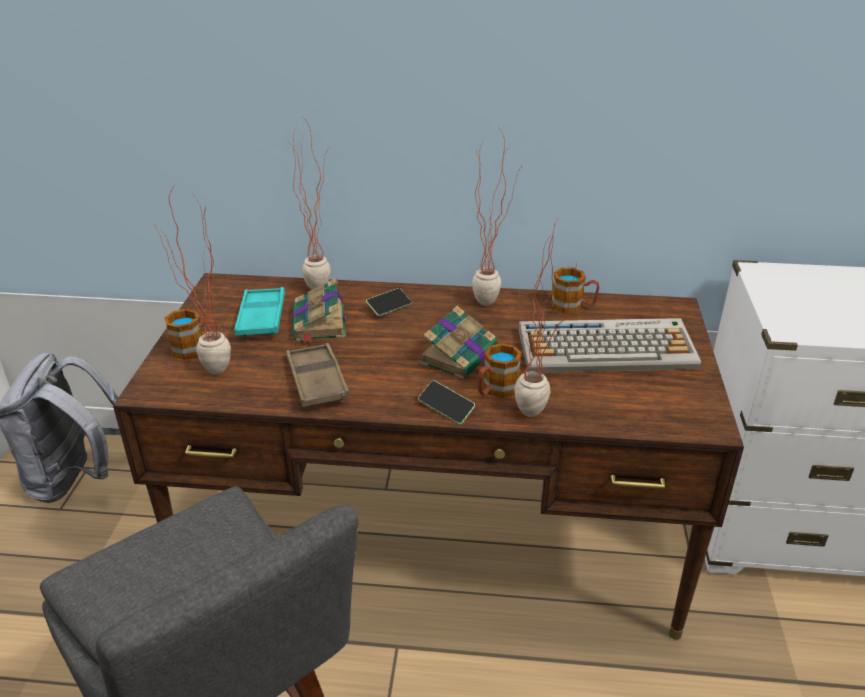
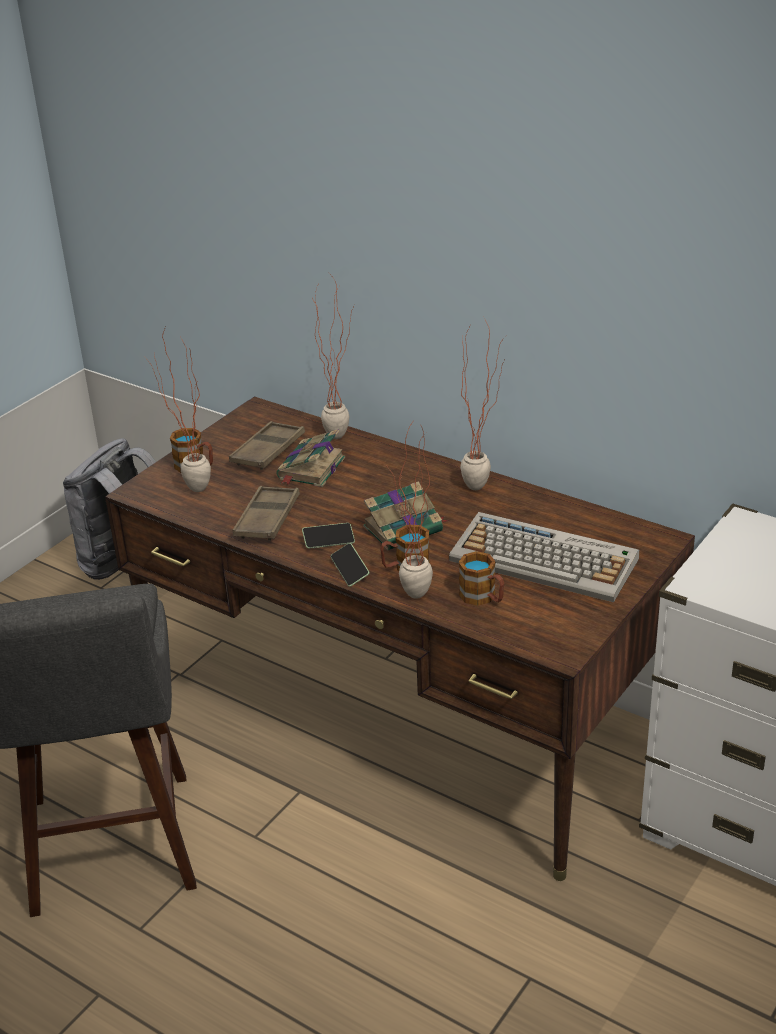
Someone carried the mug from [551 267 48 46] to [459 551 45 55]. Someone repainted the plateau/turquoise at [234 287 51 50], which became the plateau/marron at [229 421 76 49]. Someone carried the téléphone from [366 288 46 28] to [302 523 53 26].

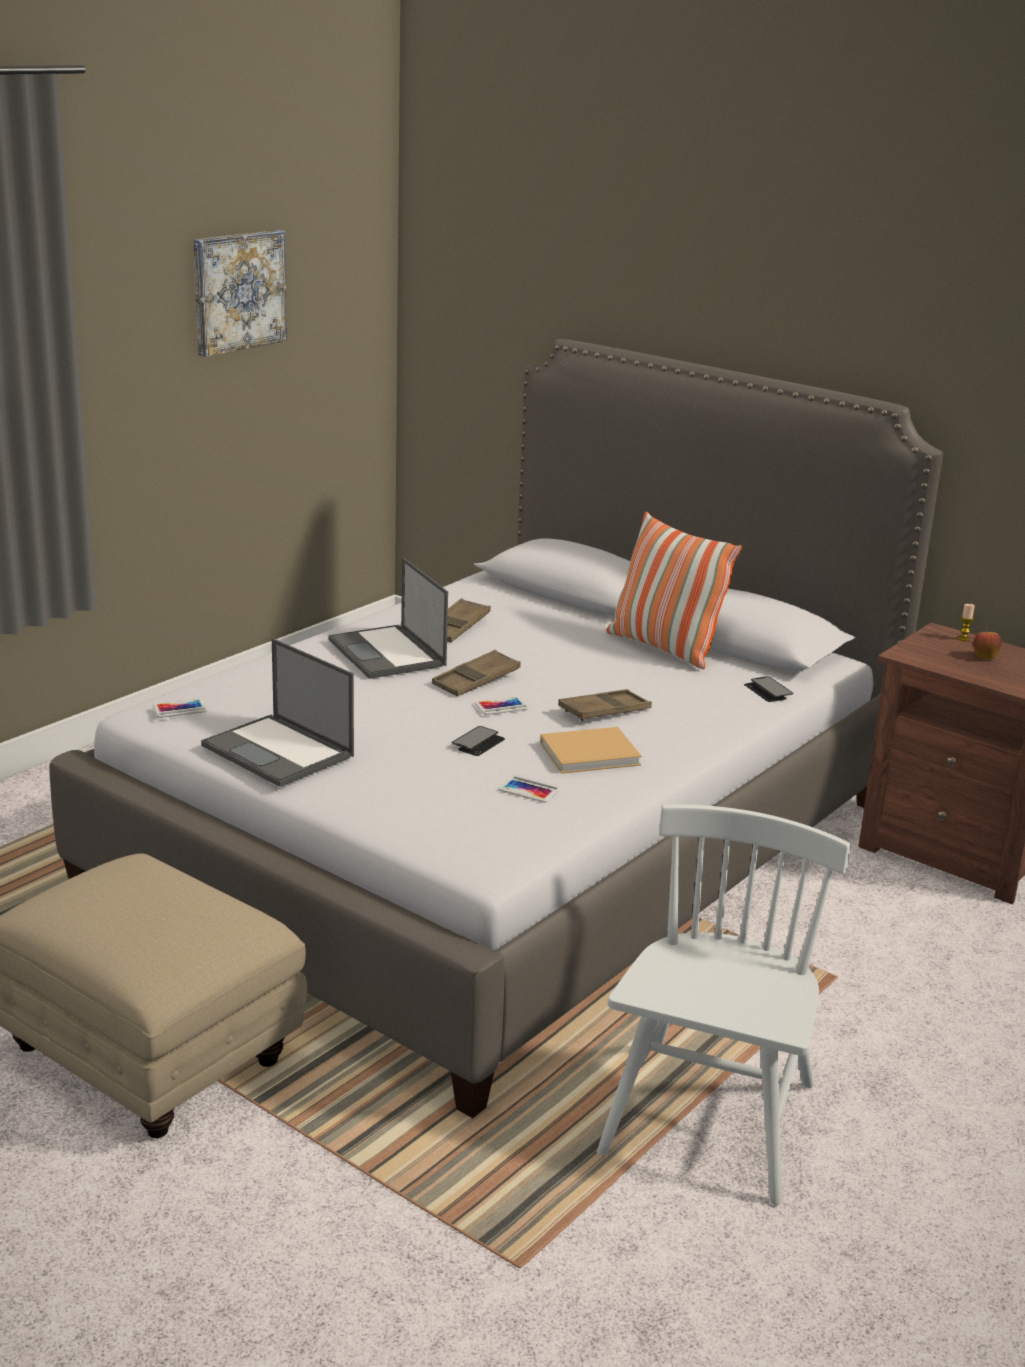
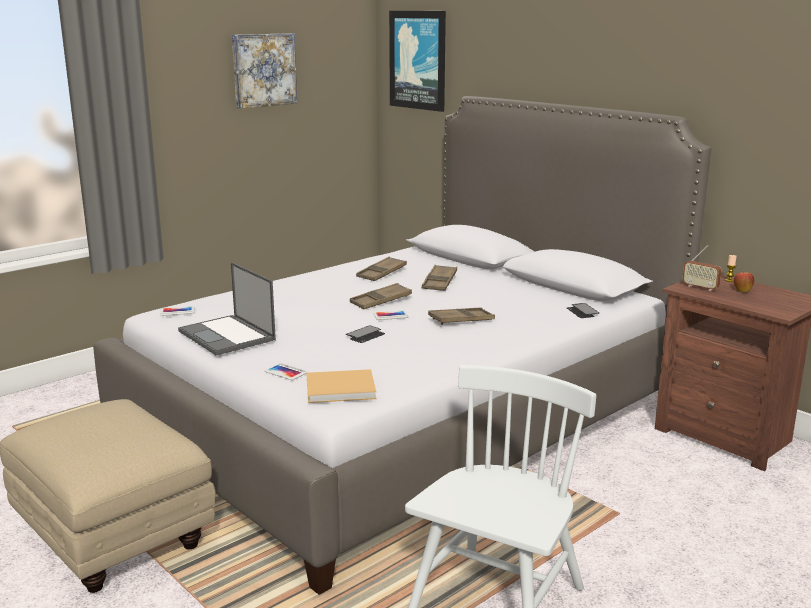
Someone took away the coussin at [607 512 135 157]. Someone took away the ordinateur portable at [329 557 119 122]. Someone carried the livre/beige from [540 727 102 47] to [307 369 69 34]. Someone carried the téléphone from [499 776 61 27] to [264 363 44 17]. Someone put up the tableau at [389 11 57 101]. Someone put down the radio at [682 245 40 46]. Someone put down the plateau/marron at [422 265 35 26].

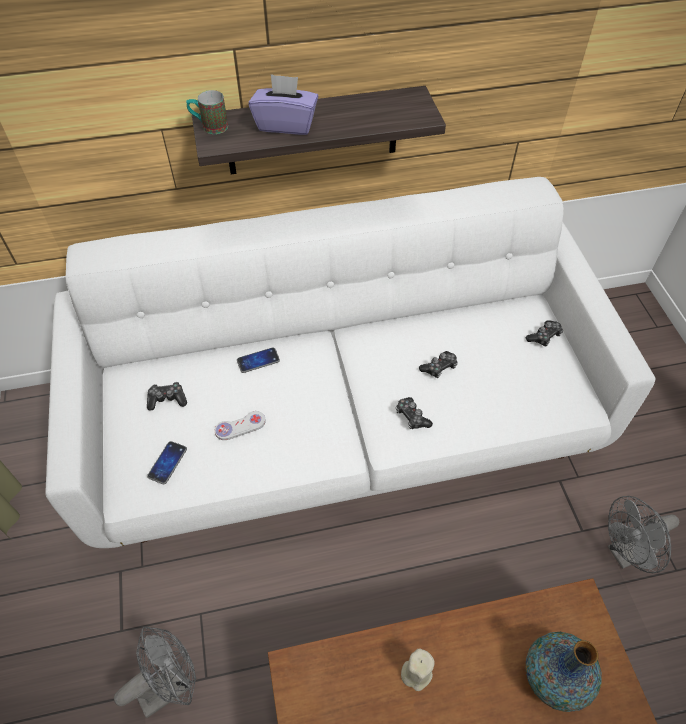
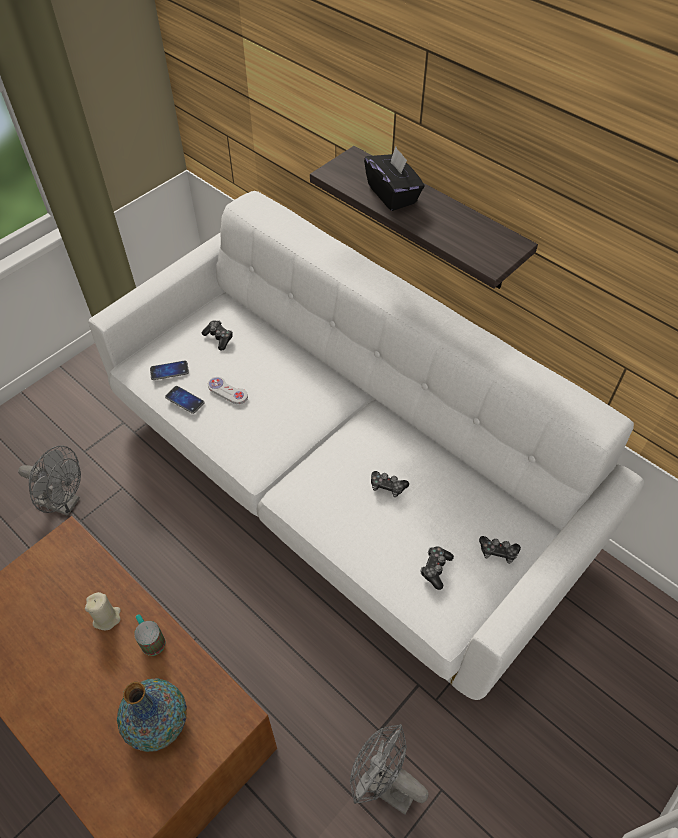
Someone repainted the boîte à mouchoirs/violet at [249 74 70 61], which became the boîte à mouchoirs/noir at [364 147 60 64]. Someone carried the mug from [186 90 42 44] to [134 614 31 42]. Someone carried the téléphone from [237 347 43 26] to [165 386 40 28]. Someone carried the manette from [396 397 37 32] to [421 546 33 44].

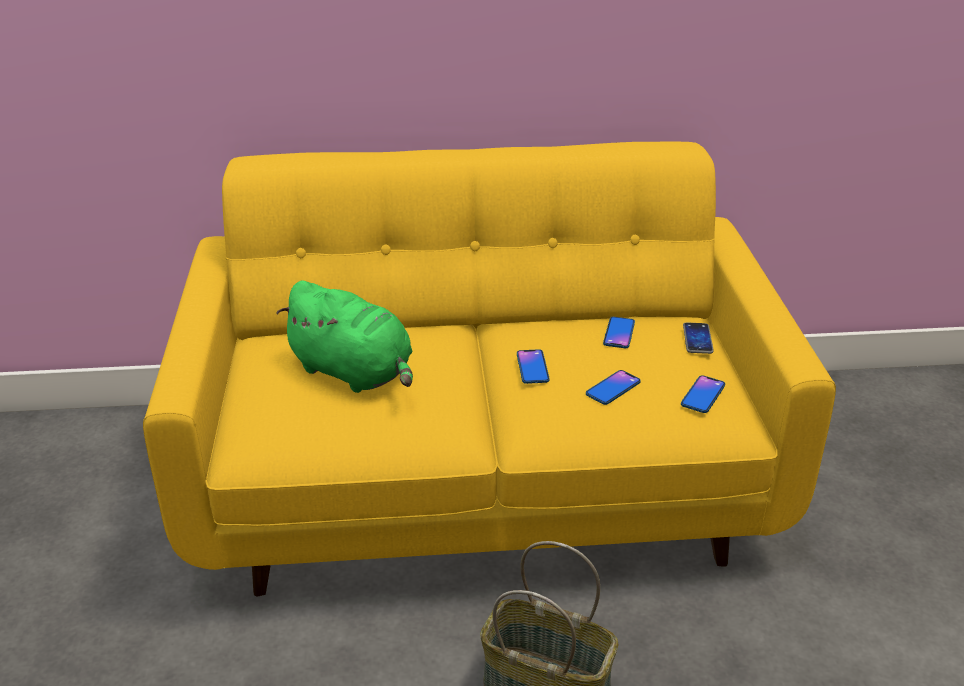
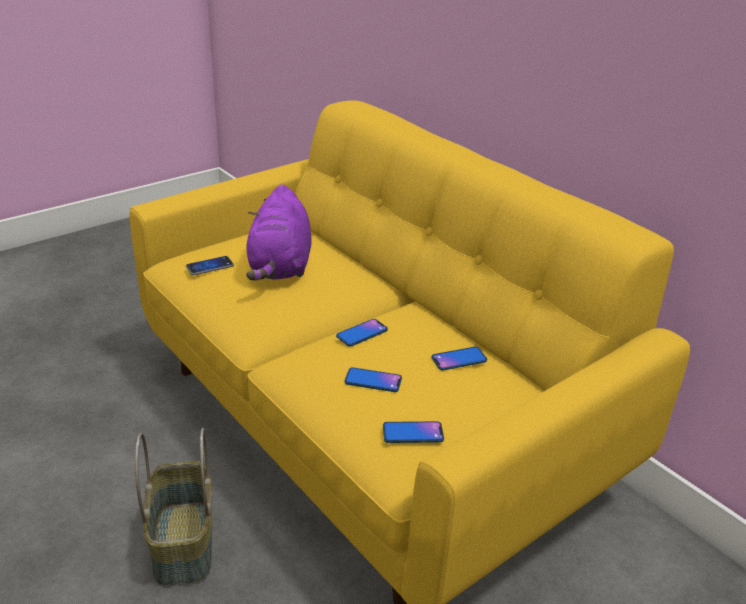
Someone repainted the peluche/vert at [276 281 137 112], which became the peluche/violet at [246 184 66 97]. Someone carried the téléphone from [683 322 31 32] to [186 256 48 19].

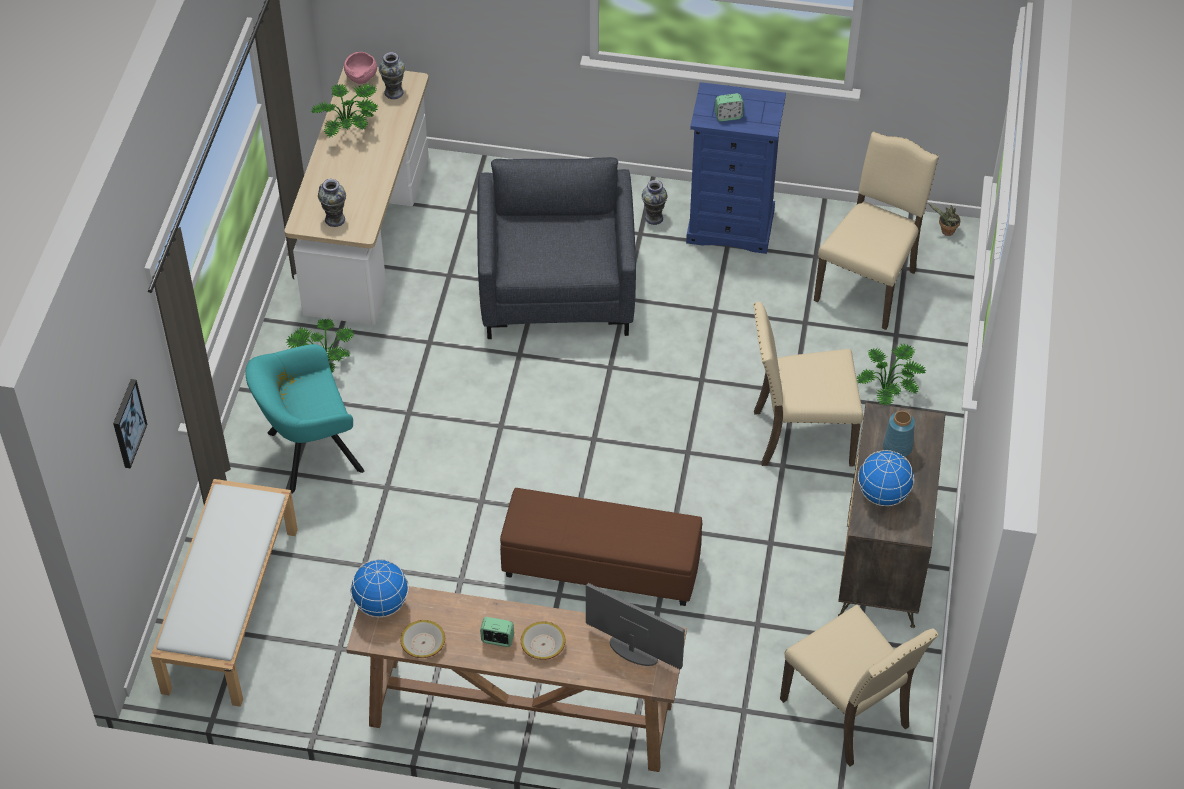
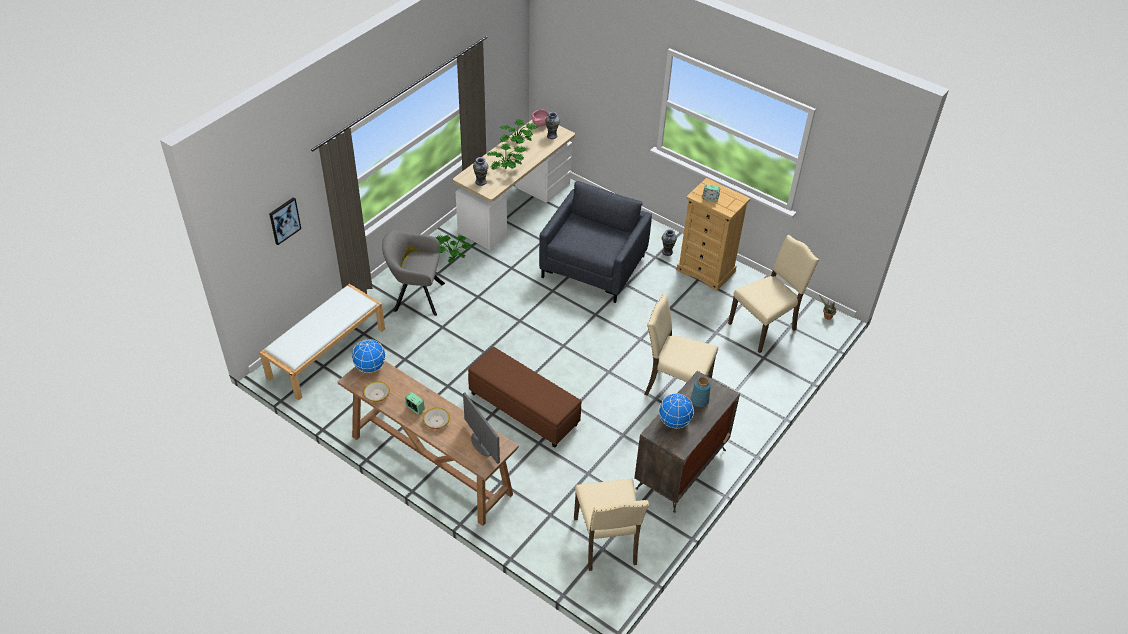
Someone repainted the commode/bleu at [686 82 100 172], which became the commode/beige at [677 178 73 113]. Someone repainted the fauteuil/turquoise at [245 344 119 150], which became the fauteuil/gris at [382 230 63 86]. Someone carried the plante en pot from [857 344 69 61] to [487 143 40 26].

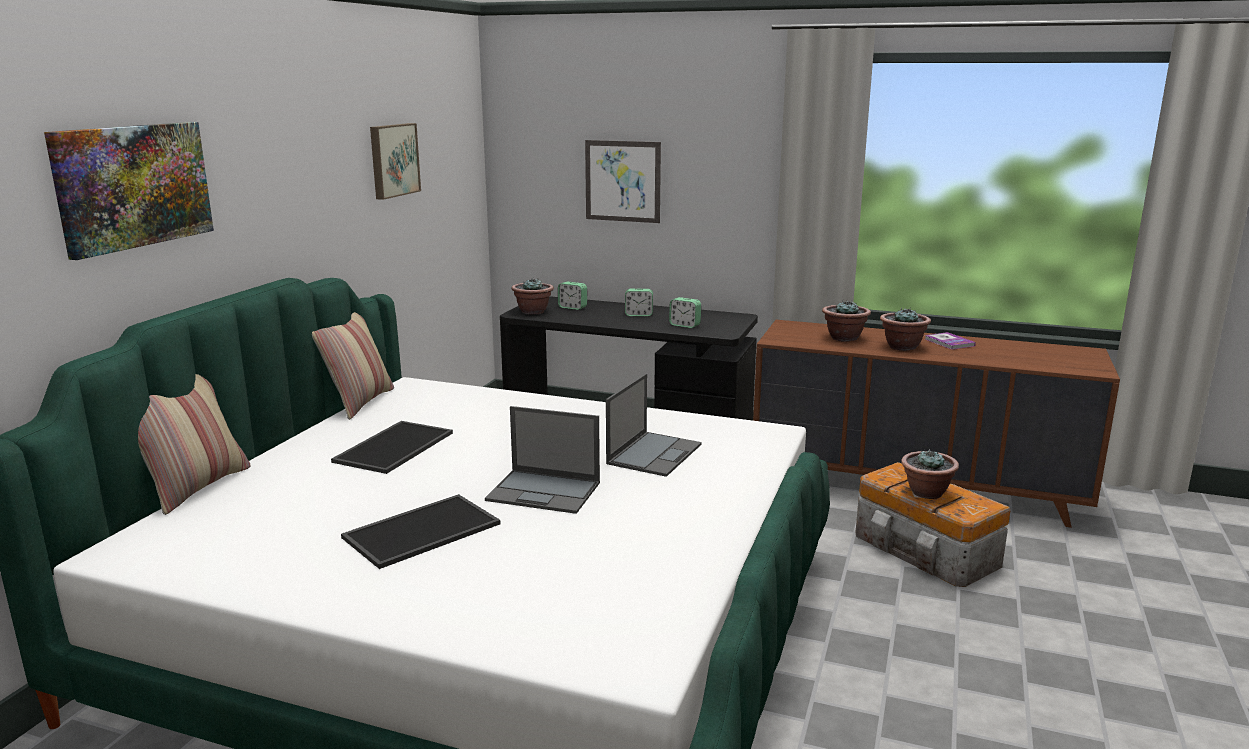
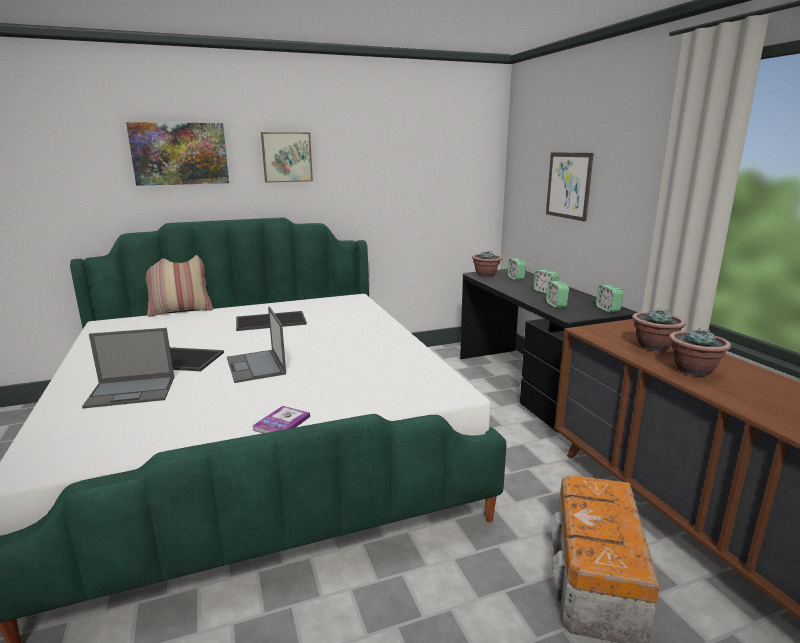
Someone carried the tableau from [370 123 51 77] to [261 132 52 51]. Someone took away the coussin at [312 312 82 108]. Someone carried the livre from [925 332 51 18] to [252 406 58 27]. Someone carried the ordinateur portable from [606 373 96 104] to [82 328 92 80]. Someone took away the plante en pot at [901 449 58 50]. Someone put down the réveil at [596 285 27 27].

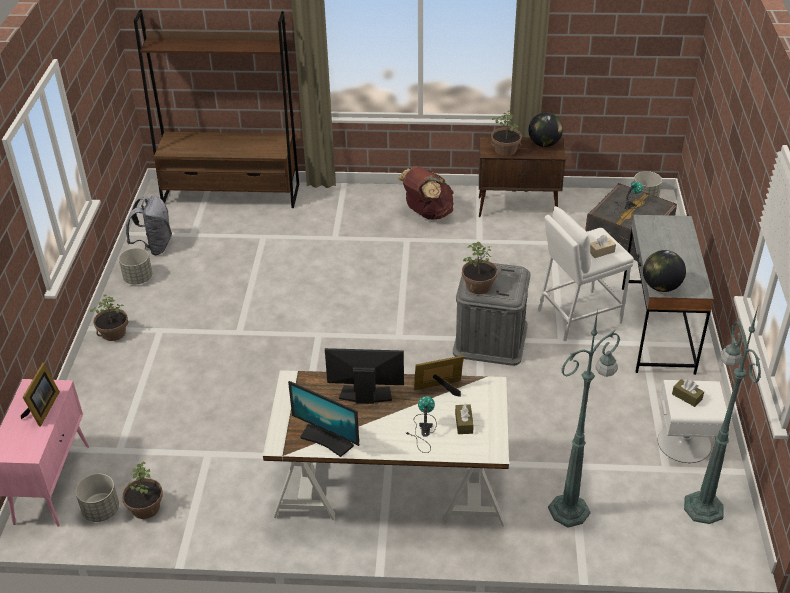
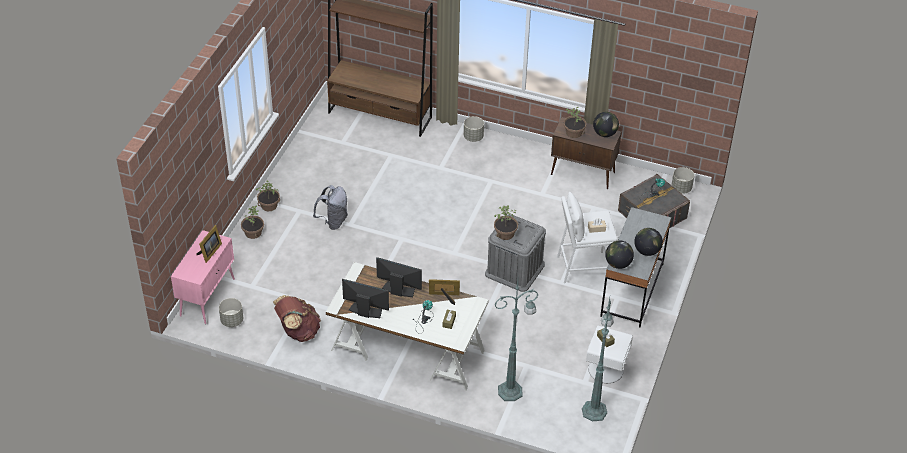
Someone carried the sac à dos/marron from [397 167 57 53] to [273 295 48 47]. Someone carried the sac à dos/gris from [126 195 46 60] to [313 185 35 45]. Someone carried the cache-pot/gris from [119 248 34 36] to [464 116 20 26]. Someone rotated the écran d'ordinateur at [288 381 71 76] by 150 degrees clockwise. Someone carried the plante en pot from [122 461 41 58] to [241 206 23 33]. Someone put down the globe at [634 228 29 28].

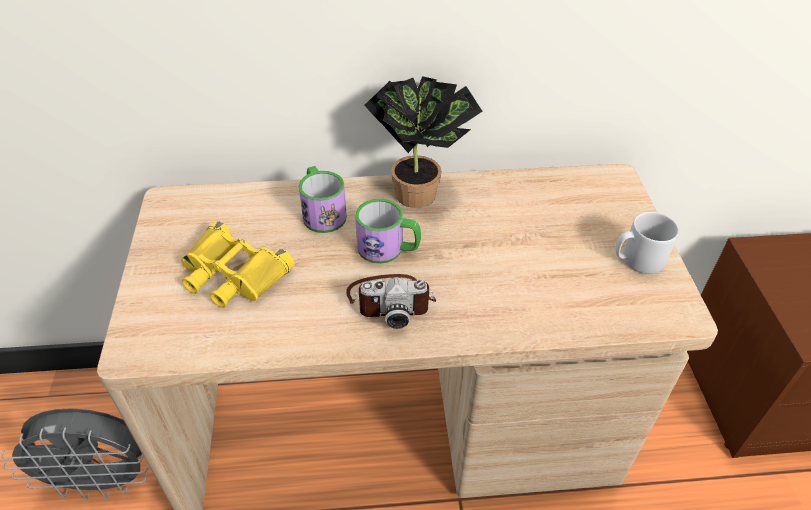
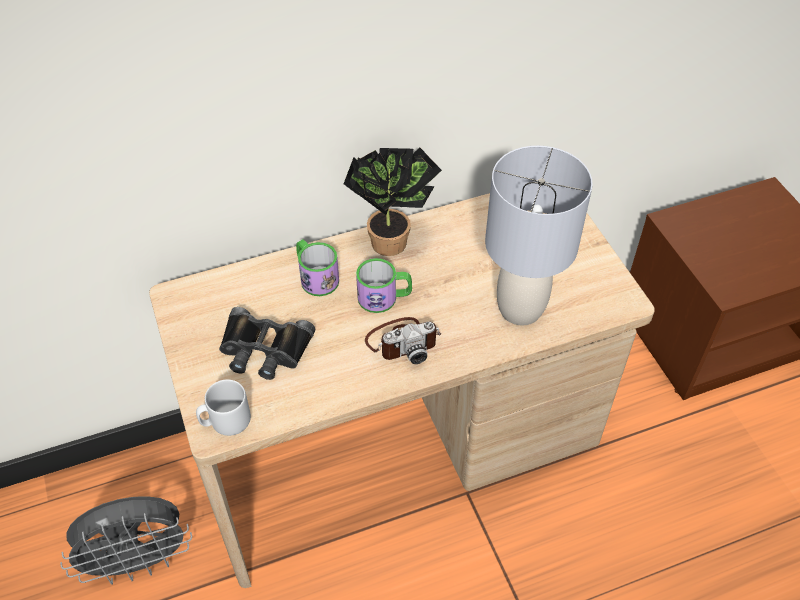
Someone carried the mug/gris from [615 212 64 62] to [196 379 55 57]. Someone repainted the jumelles/jaune at [181 221 113 87], which became the jumelles/noir at [219 307 96 73]. Someone put down the lampe de table/gris at [485 146 108 180].

